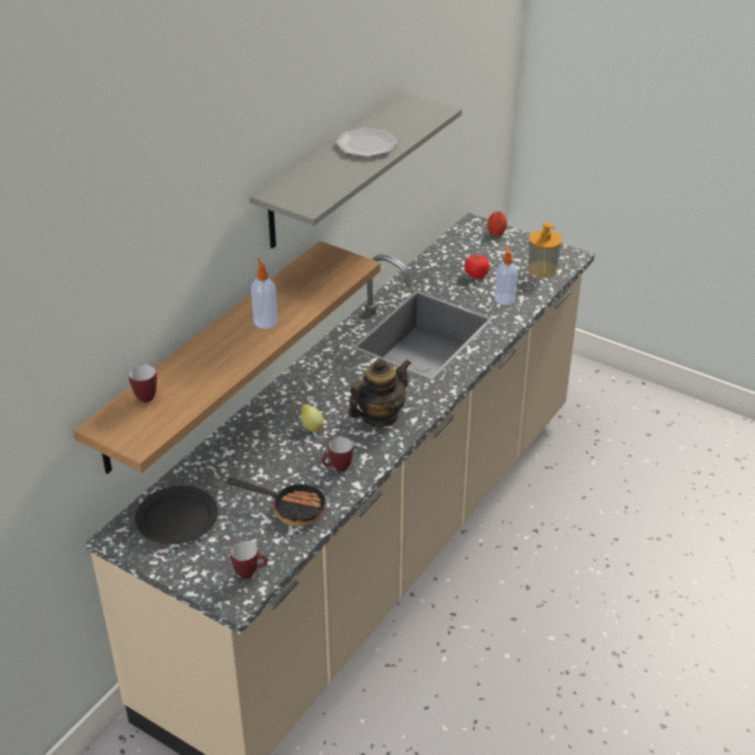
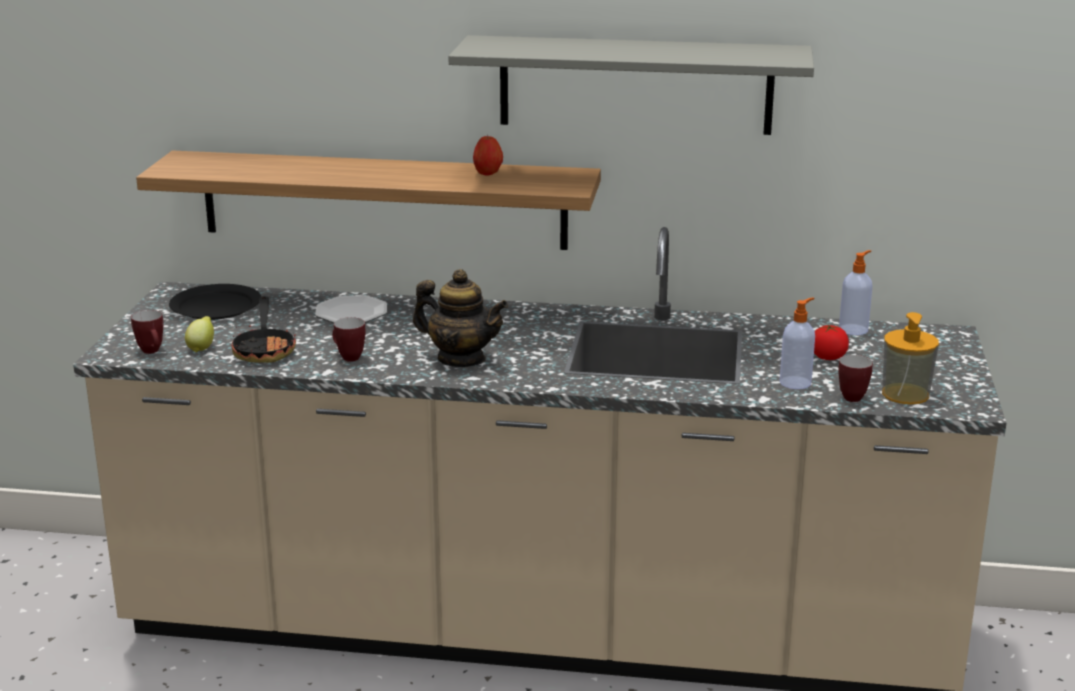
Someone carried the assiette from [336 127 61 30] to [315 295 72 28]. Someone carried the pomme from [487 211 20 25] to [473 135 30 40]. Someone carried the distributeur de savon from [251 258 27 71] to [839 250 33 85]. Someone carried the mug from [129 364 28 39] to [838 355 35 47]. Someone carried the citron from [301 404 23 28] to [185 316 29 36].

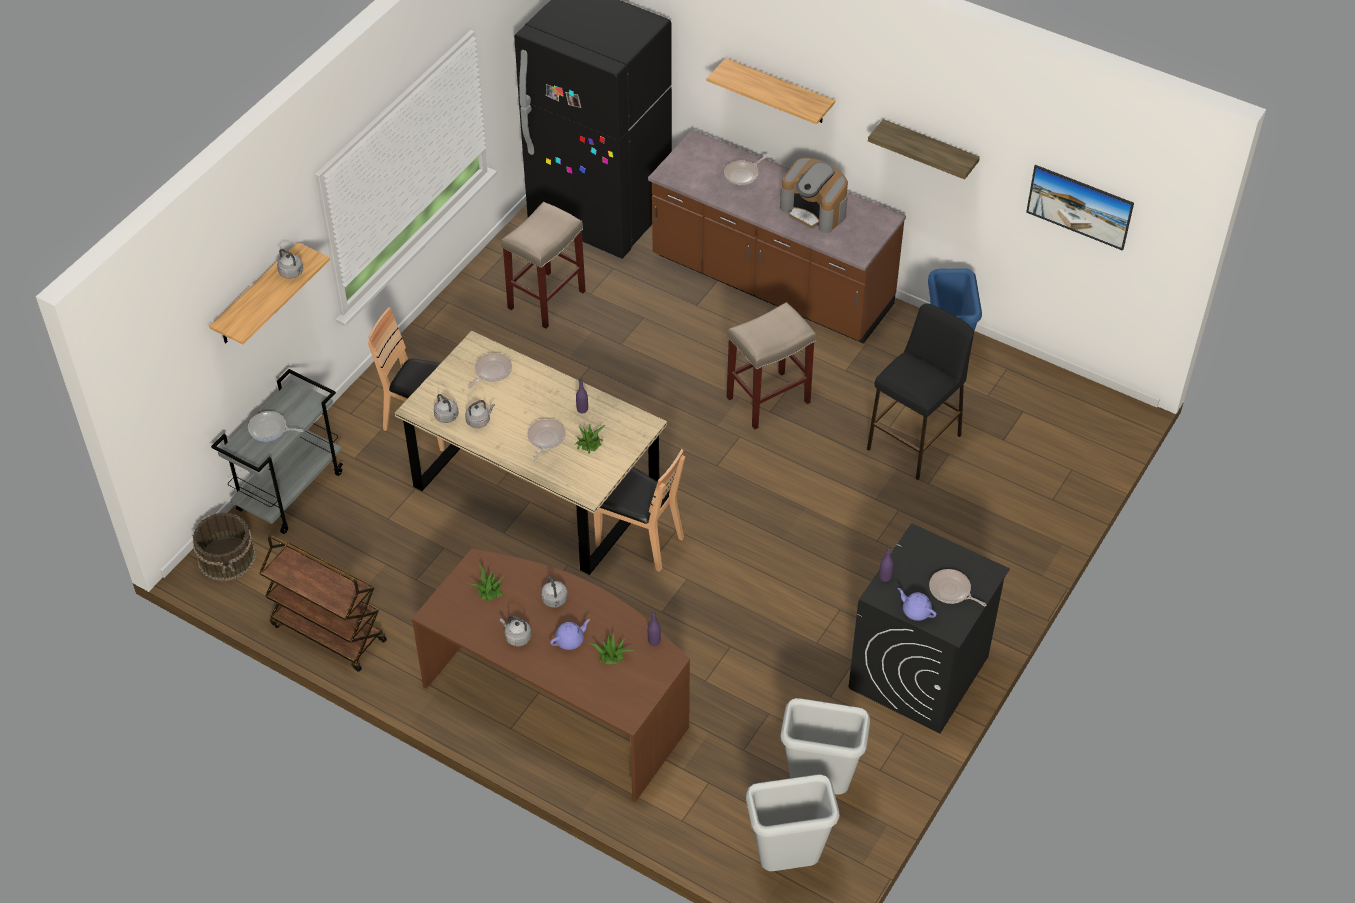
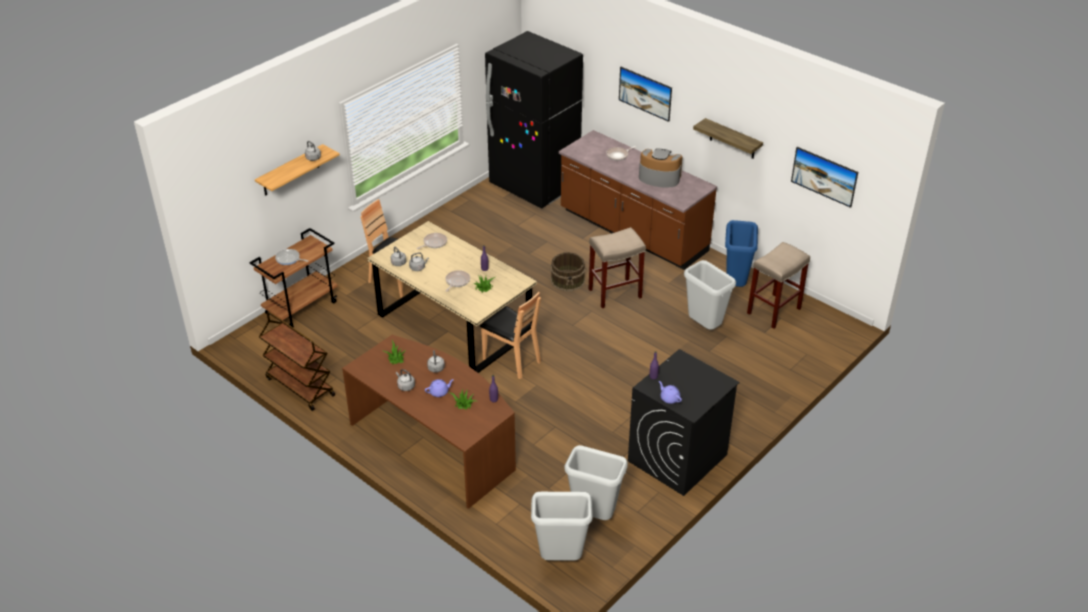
Someone swapped the étagère at [707 58 128 66] for the tableau at [619 67 53 55]. Someone rotated the machine à café at [780 158 68 75] by 150 degrees clockwise. Someone carried the tabouret/beige from [501 202 84 127] to [747 242 63 87]. Someone swapped the tabouret/noir at [867 303 107 177] for the poubelle/gris at [684 260 52 70]. Someone repainted the chariot/gris at [211 369 132 165], which became the chariot/marron at [249 228 89 100]. Someone carried the seau/marron from [193 512 63 69] to [550 252 36 39]. Someone took away the poêle at [929 569 58 37].

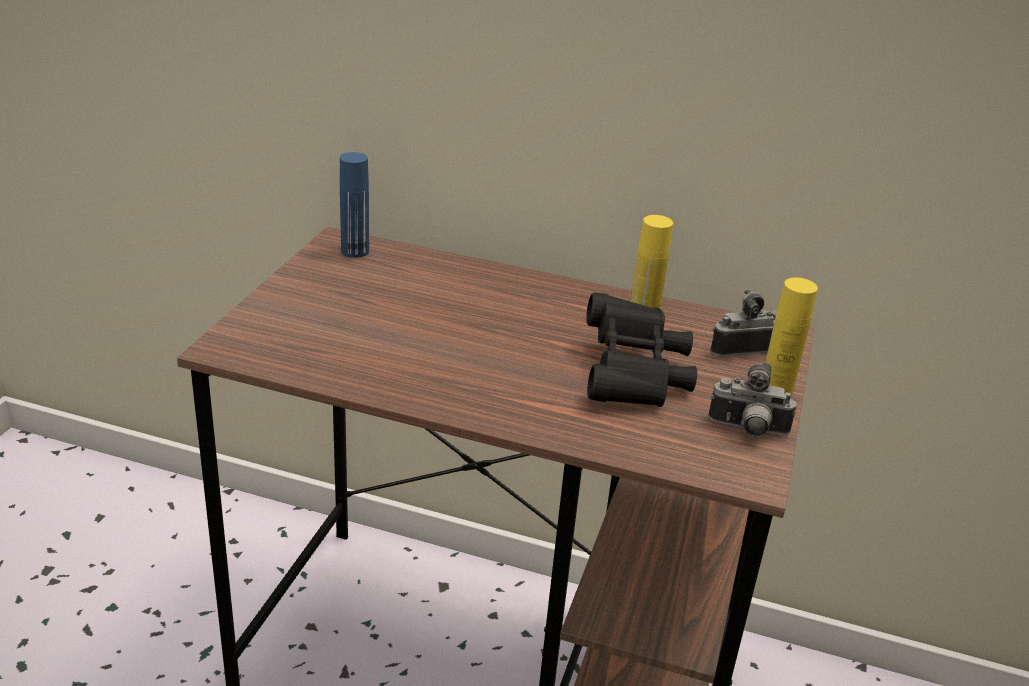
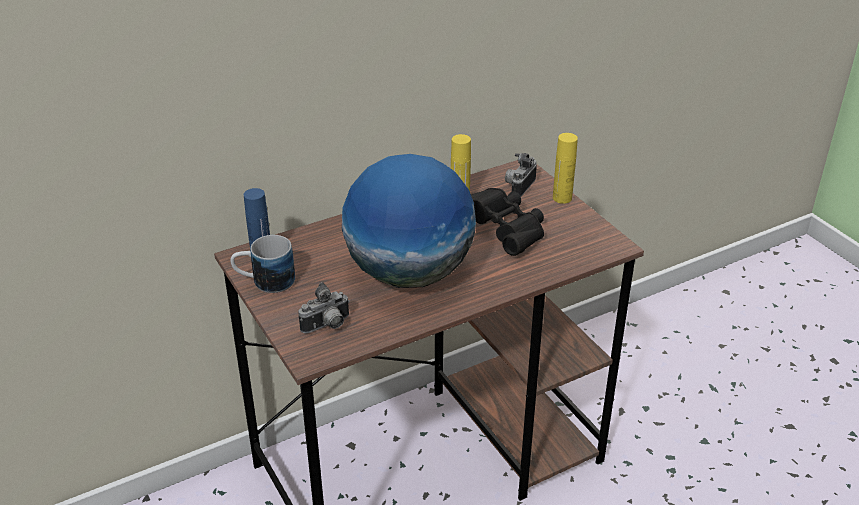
Someone carried the appareil photo from [709 363 87 74] to [298 282 52 51]. Someone put down the globe at [342 154 134 134]. Someone put down the mug at [231 235 64 58].

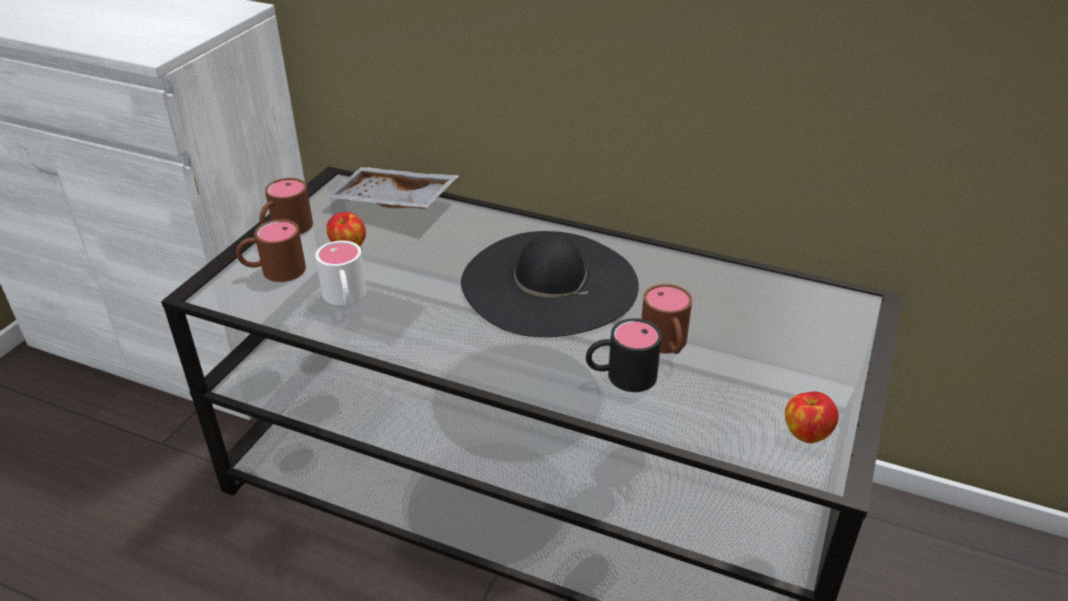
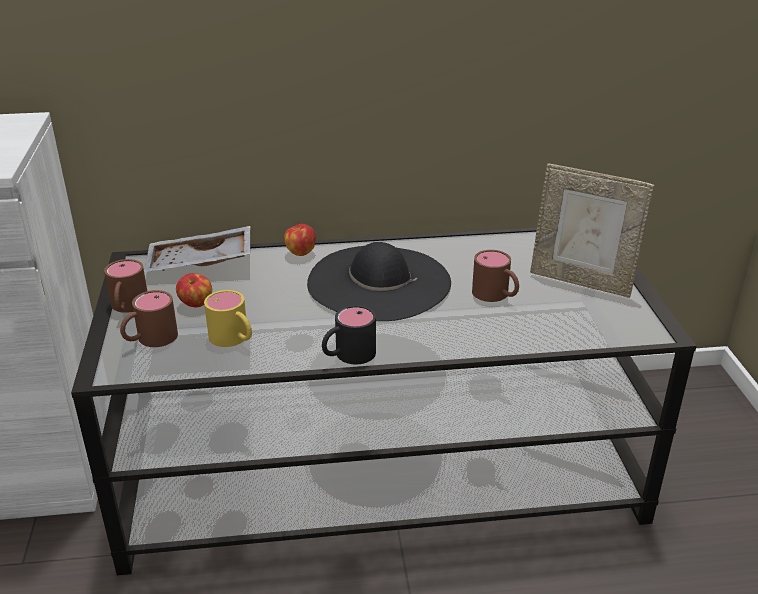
Someone repainted the mug/blanc at [315 241 52 64], which became the mug/jaune at [204 290 48 57]. Someone carried the mug/noir from [586 318 76 74] to [322 305 54 59]. Someone carried the pomme from [785 392 54 51] to [284 224 32 32]. Someone put down the cadre photo at [530 163 125 135].

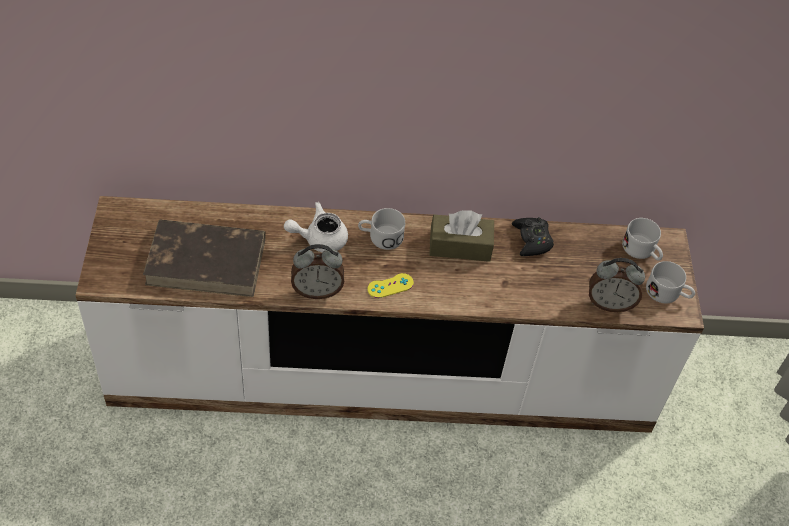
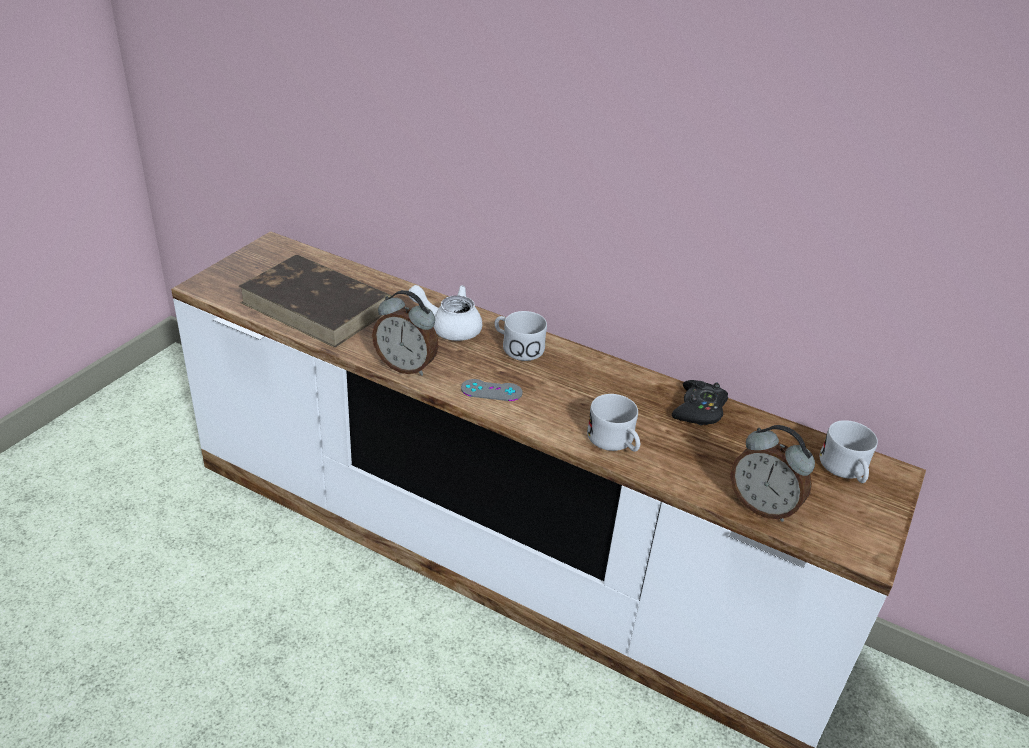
Someone took away the boîte à mouchoirs/marron at [429 210 65 52]. Someone carried the mug/blanc from [646 261 49 42] to [587 394 53 58]. Someone repainted the manette/jaune at [367 273 47 25], which became the manette/gris at [461 379 61 22].

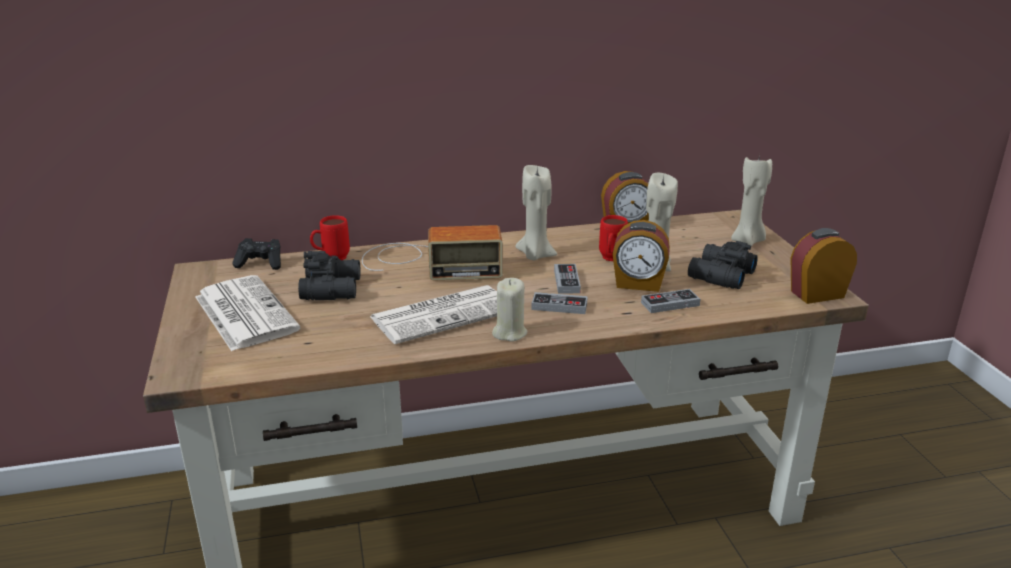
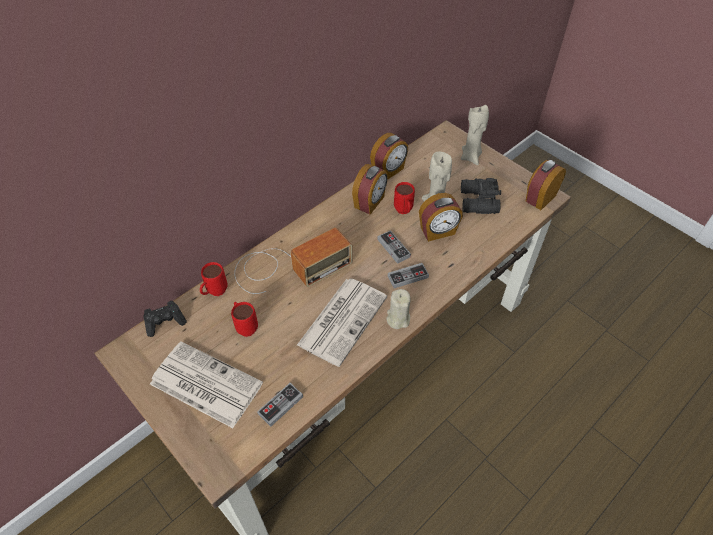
Someone took away the bougie/beige at [516 165 41 95]. Someone swapped the jumelles/noir at [298 251 63 49] for the mug/rouge at [231 302 27 35]. Someone carried the manette from [641 289 59 24] to [257 383 46 44]. Someone put down the réveil at [352 164 36 51].

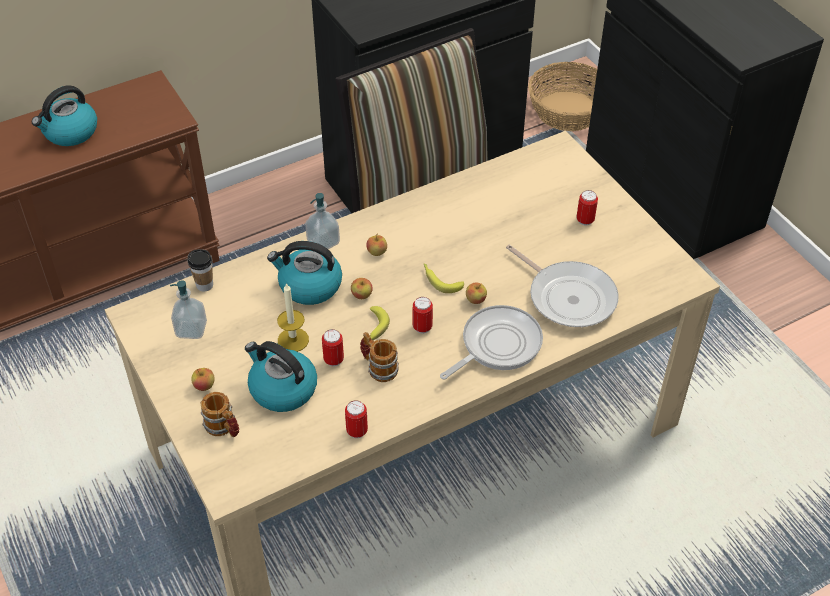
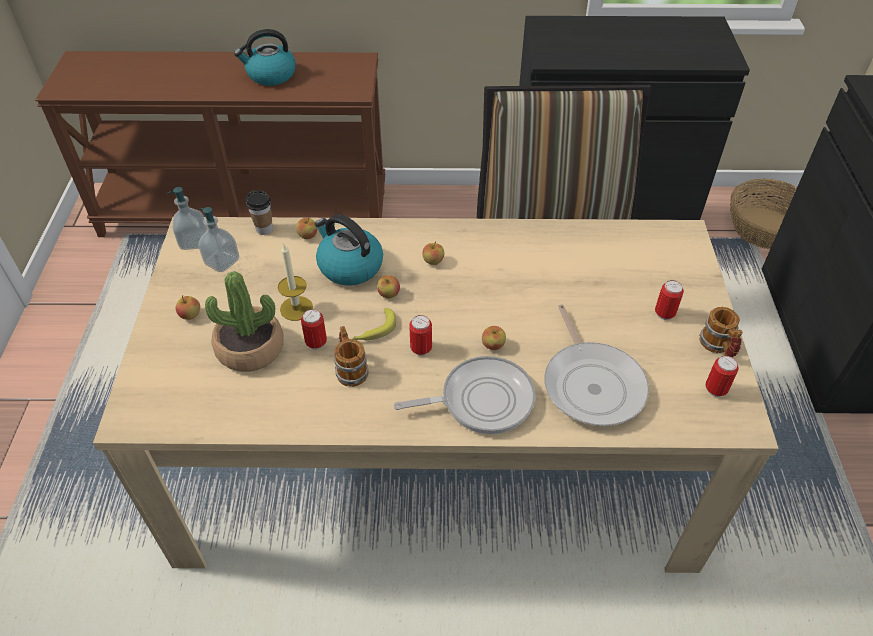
Someone carried the distributeur de savon from [305 193 35 56] to [167 187 41 63]. Someone took away the banane at [424 264 40 29]. Someone swapped the bouilloire at [245 341 72 71] for the plante en pot at [205 271 78 101]. Someone carried the mug from [201 392 38 45] to [699 307 44 50]. Someone carried the boîte métallique from [345 400 23 38] to [705 356 34 41]. Someone put down the pomme at [296 218 21 21].

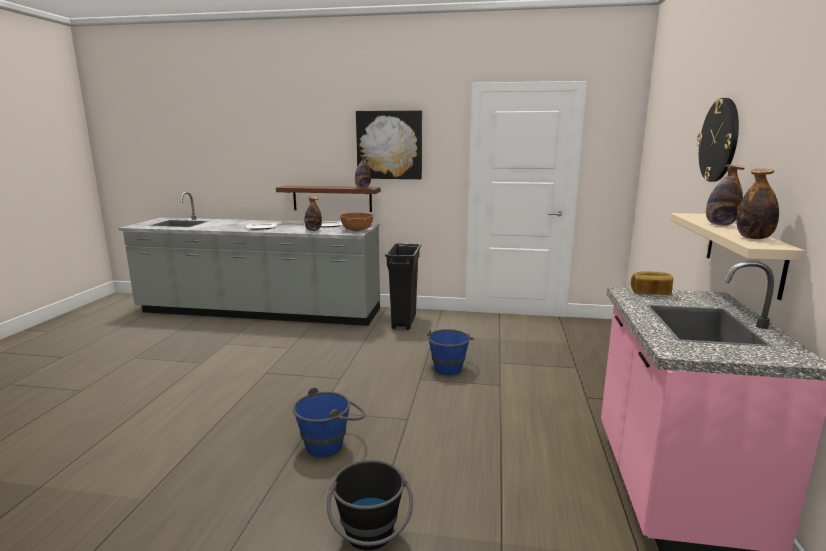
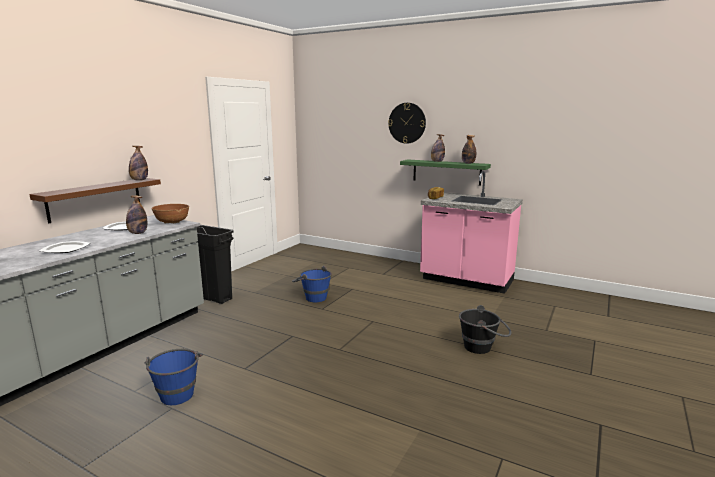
Someone took away the tableau at [356 110 66 69]. Someone repainted the étagère/beige at [670 213 135 87], which became the étagère/vert at [400 159 91 27]. Someone carried the seau/bleu from [293 387 72 70] to [145 349 58 56].

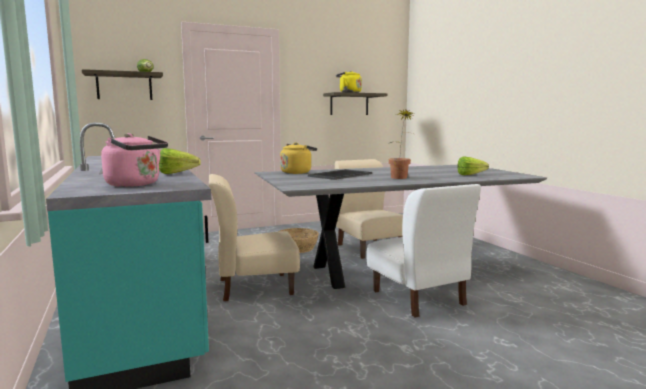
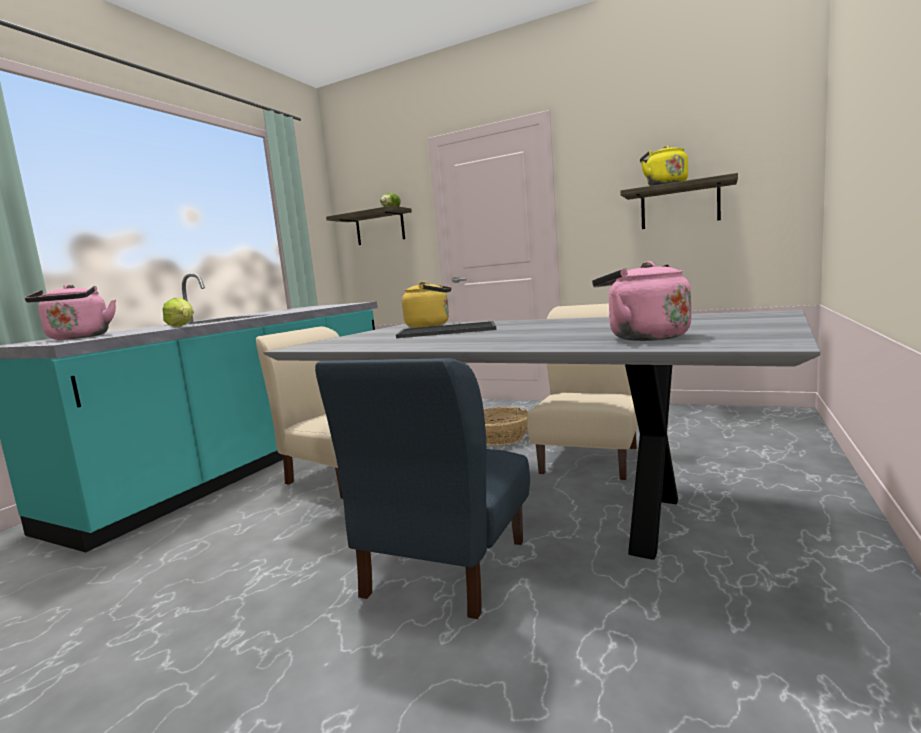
Someone took away the plante en pot at [389 110 25 69]. Someone swapped the laitue at [458 157 31 18] for the bouilloire/rose at [592 261 100 80]. Someone repainted the chaise/blanc at [366 184 115 134], which became the chaise/bleu at [315 358 215 261].

